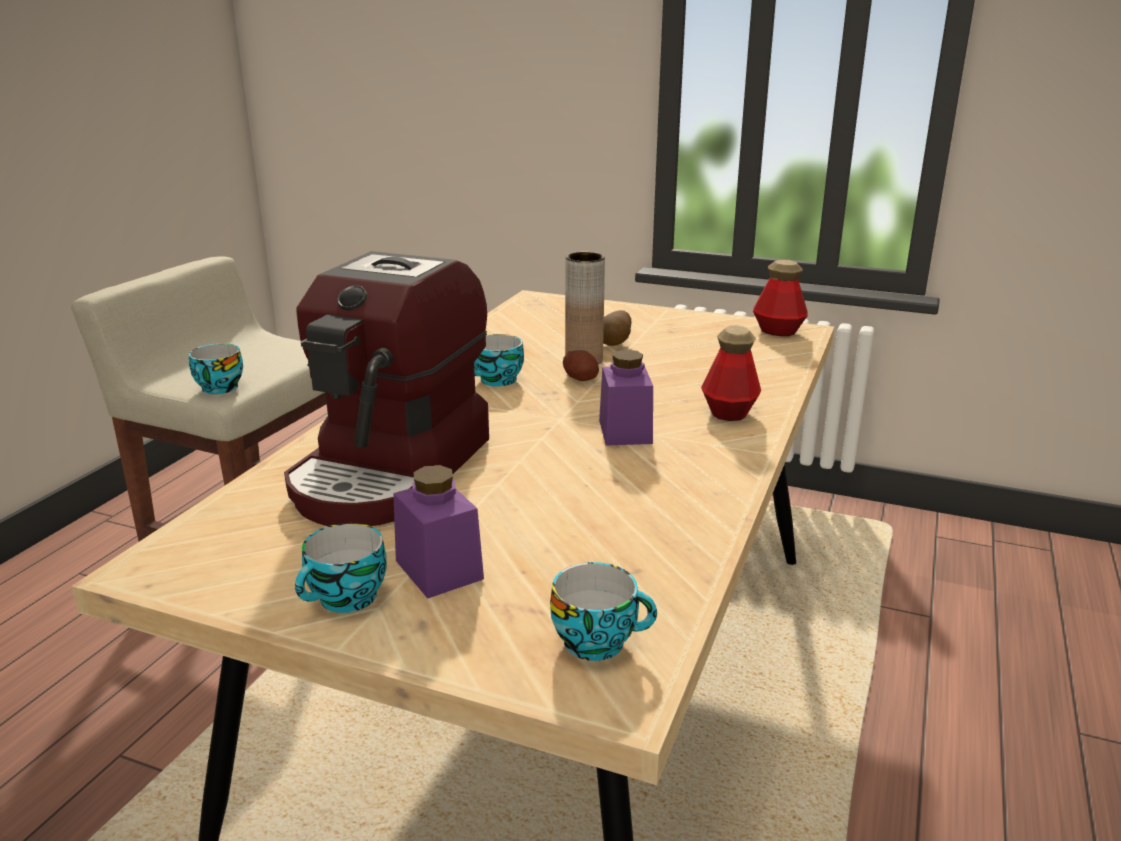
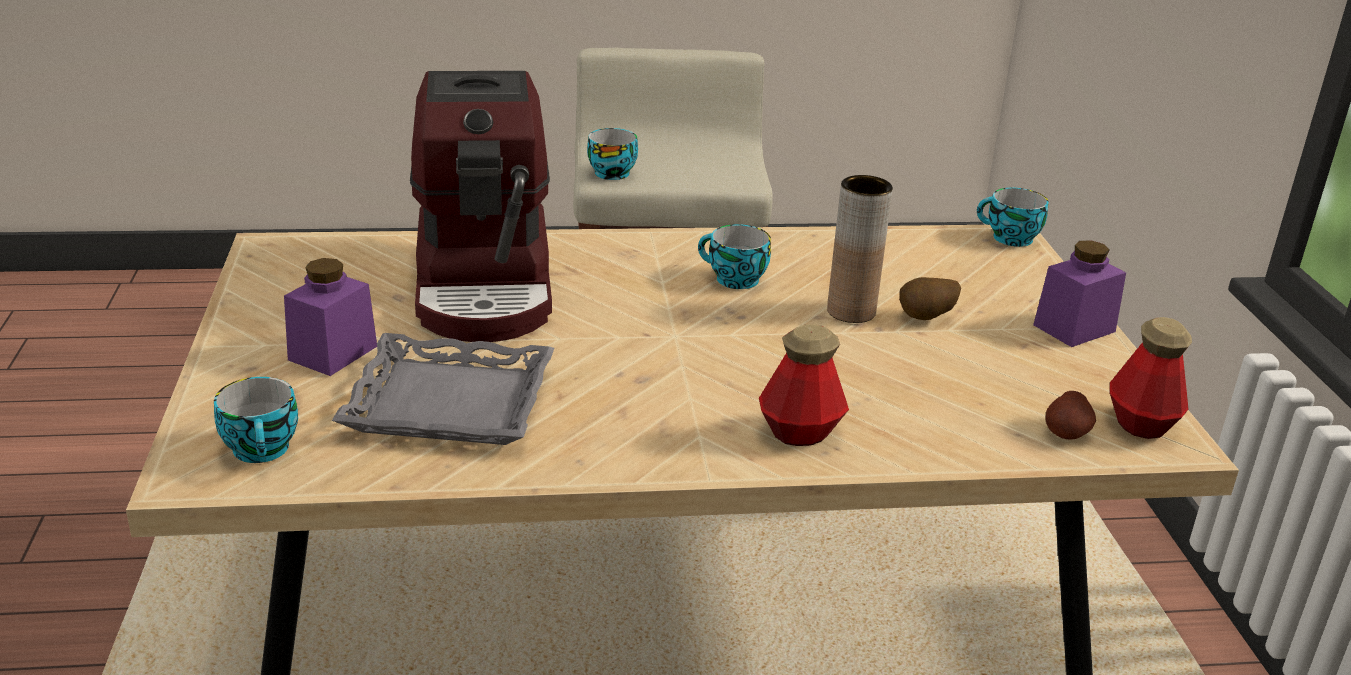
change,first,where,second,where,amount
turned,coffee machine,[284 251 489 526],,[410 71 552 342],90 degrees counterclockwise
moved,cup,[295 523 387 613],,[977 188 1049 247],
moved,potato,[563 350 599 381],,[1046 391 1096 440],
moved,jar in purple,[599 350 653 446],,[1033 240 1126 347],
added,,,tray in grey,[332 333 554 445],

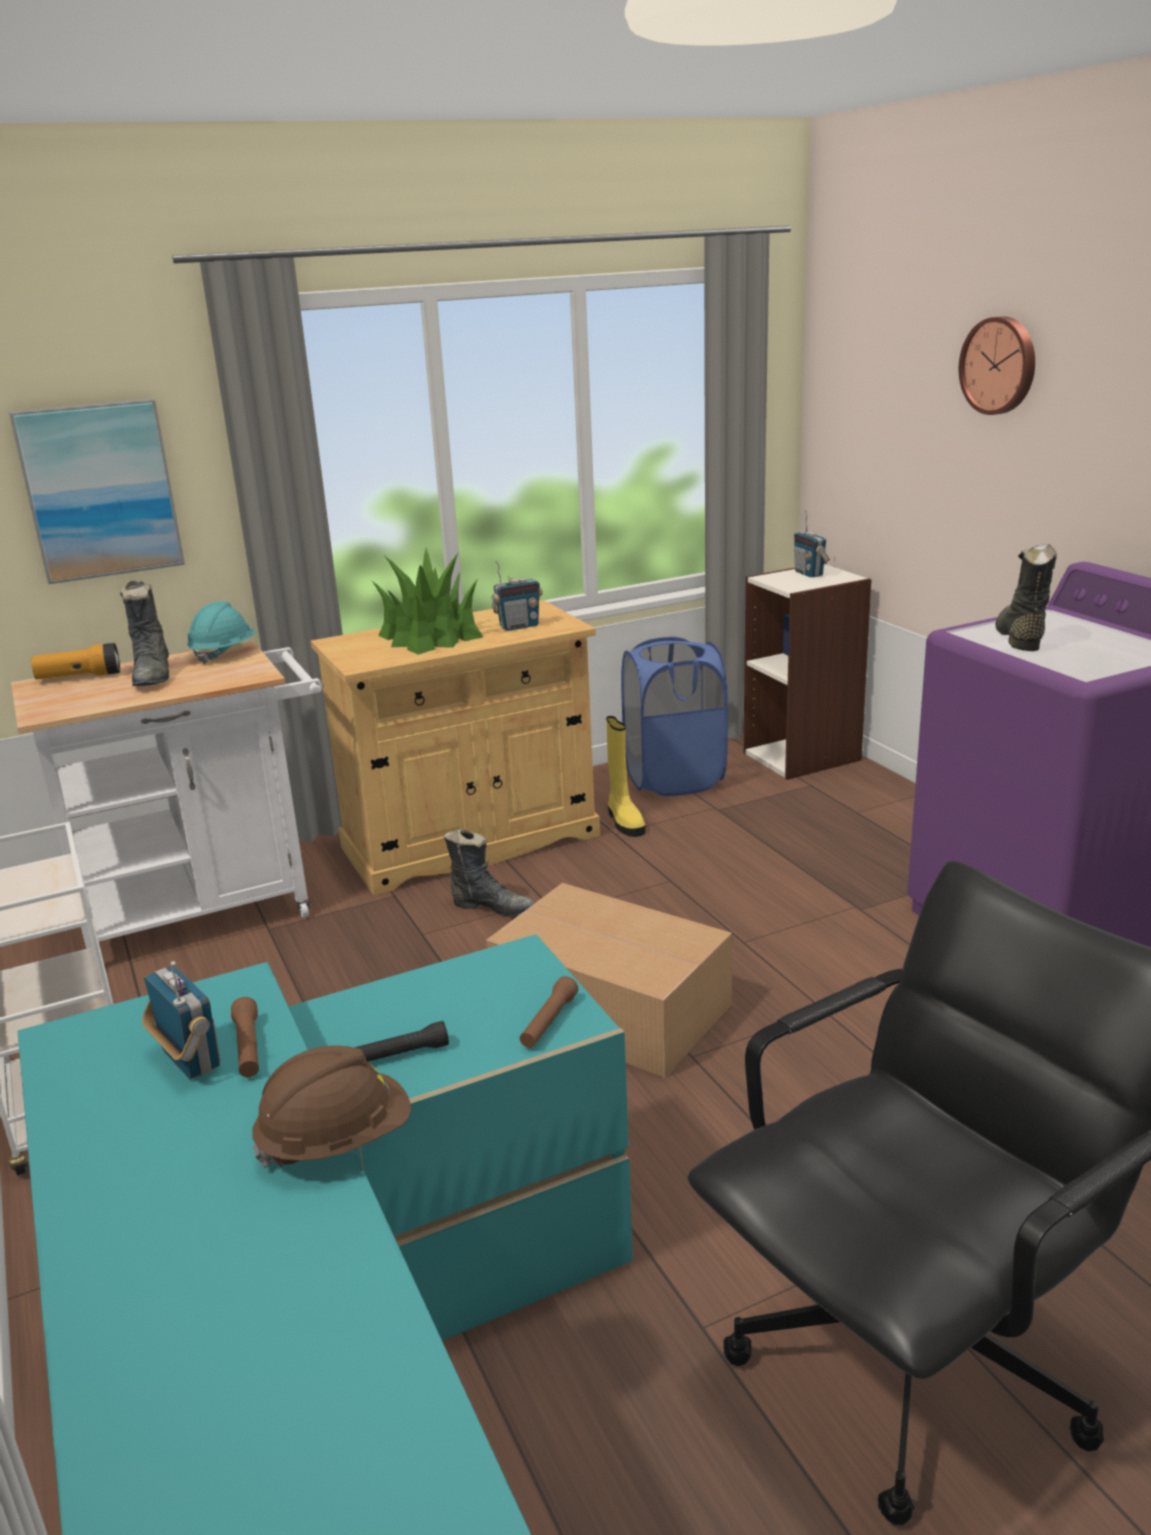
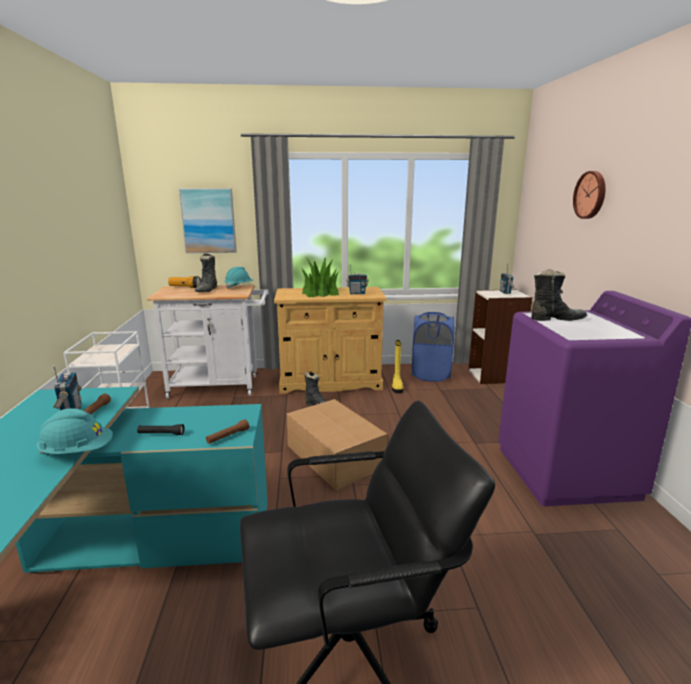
change,first,where,second,where,amount
recoloured,hard hat in brown,[252 1045 411 1169],hard hat in turquoise,[37 408 113 455],
turned,boot in black,[996 544 1057 651],,[531 269 587 321],60 degrees clockwise

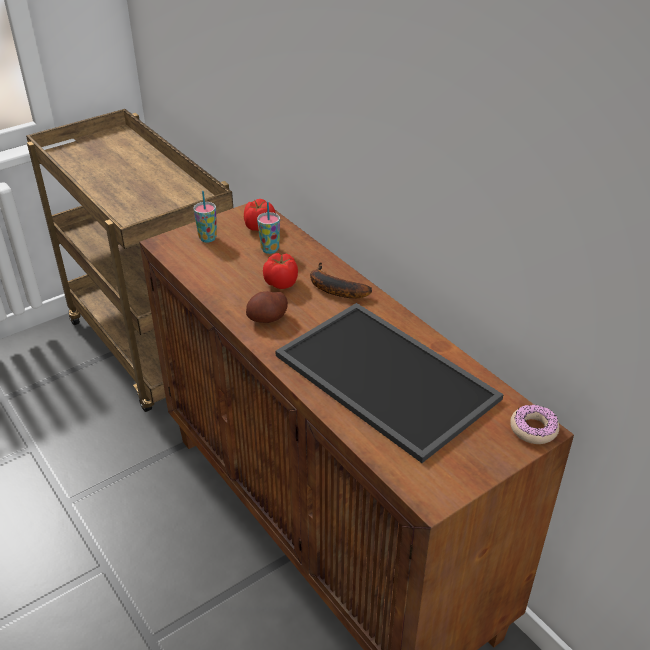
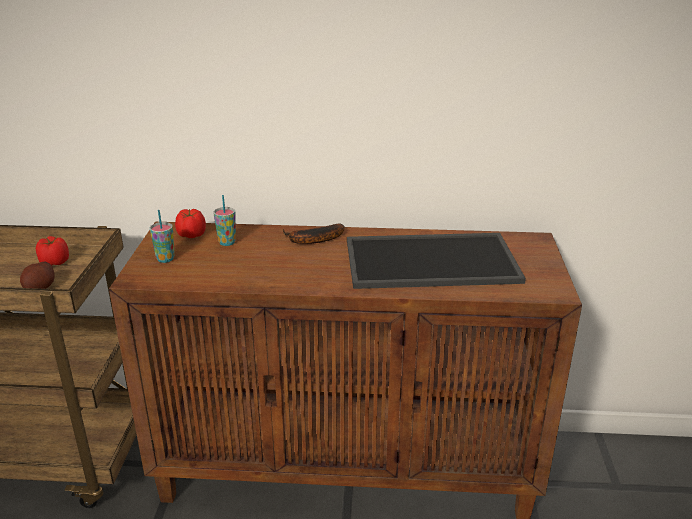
change,first,where,second,where,amount
moved,potato,[246 291 288 323],,[20 262 55 289],
moved,tomato,[263 253 298 289],,[36 236 69 265],
removed,donut,[510 404 560 444],,,

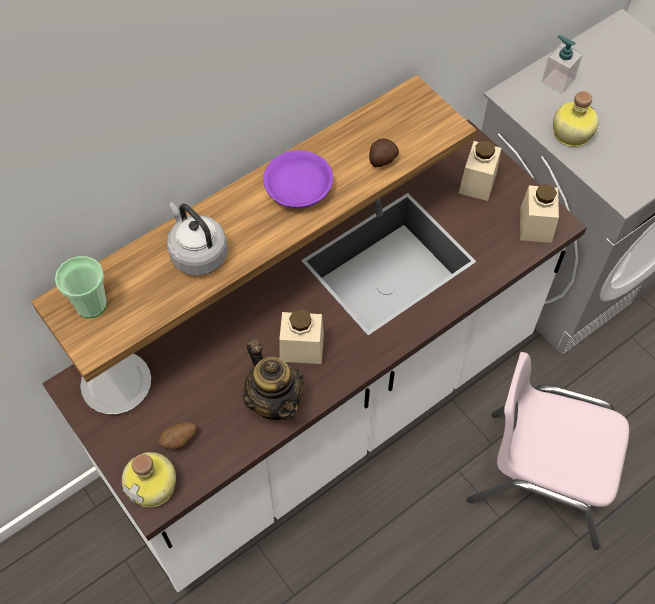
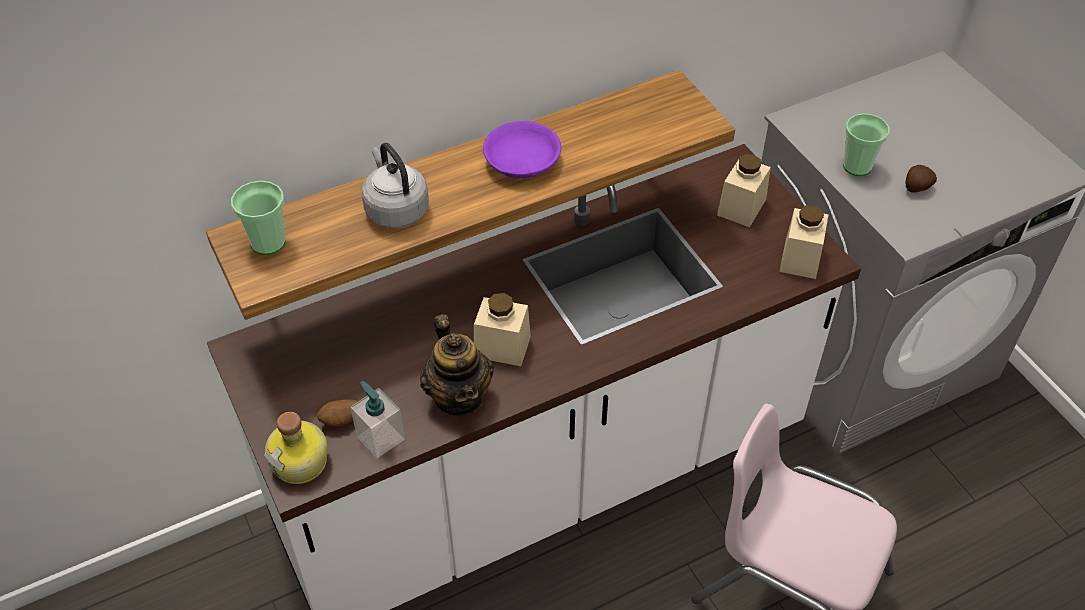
change,first,where,second,where,amount
removed,plate,[80 353 151 414],,,
moved,potato,[369 138 399 167],,[906 165 937 193],
moved,soap dispenser,[541 35 583 94],,[350 381 405 458],
replaced,bottle,[553 91 599 147],cup,[843 114 890 176],

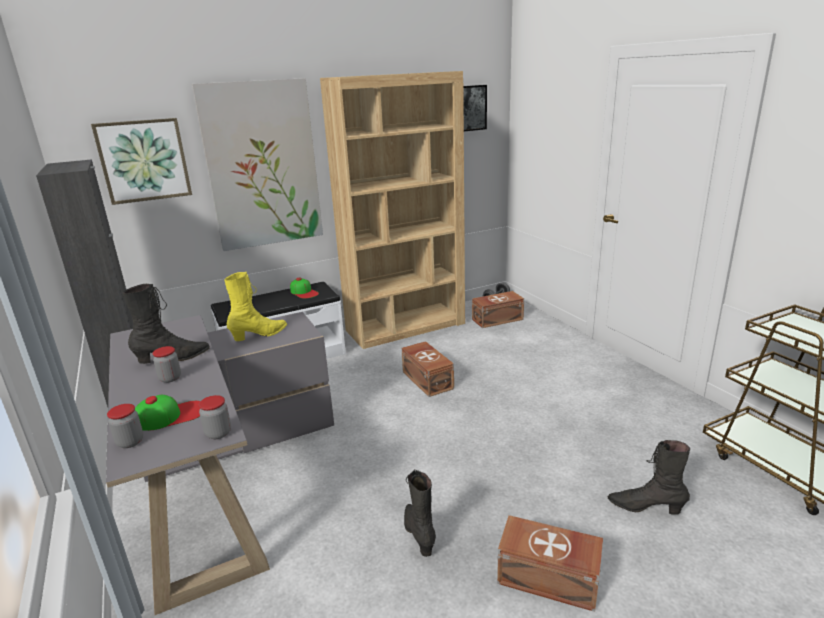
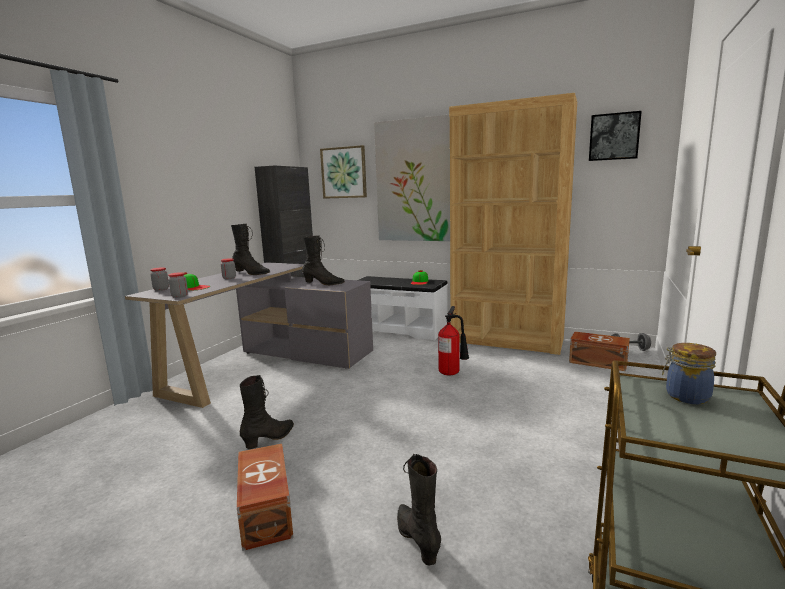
change,first,where,second,where,amount
recoloured,boot in yellow,[224 272 287 341],boot in black,[302 236 345 285],
replaced,storage box in brown,[401 341 454 397],fire extinguisher,[438 306 469 375],
added,,,jar,[662 343 716 404],

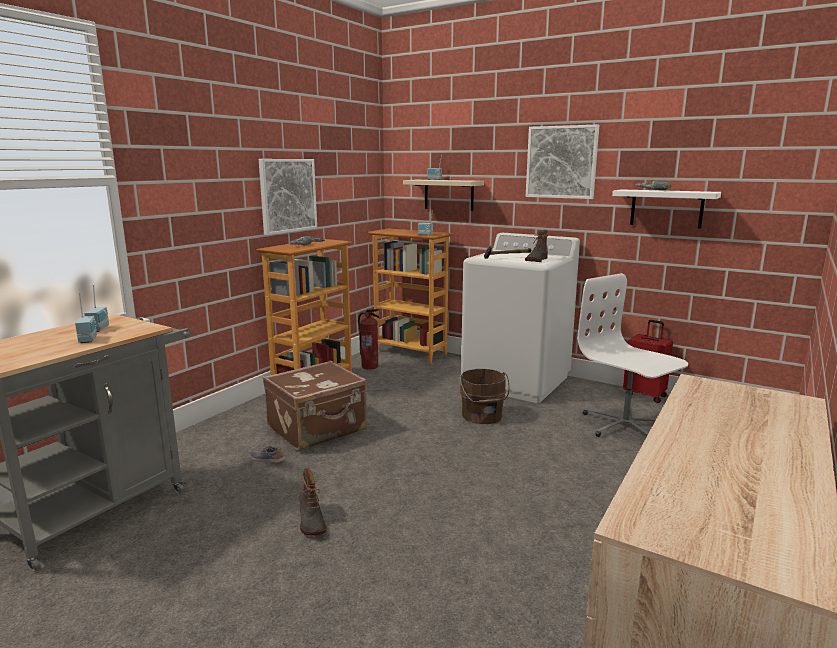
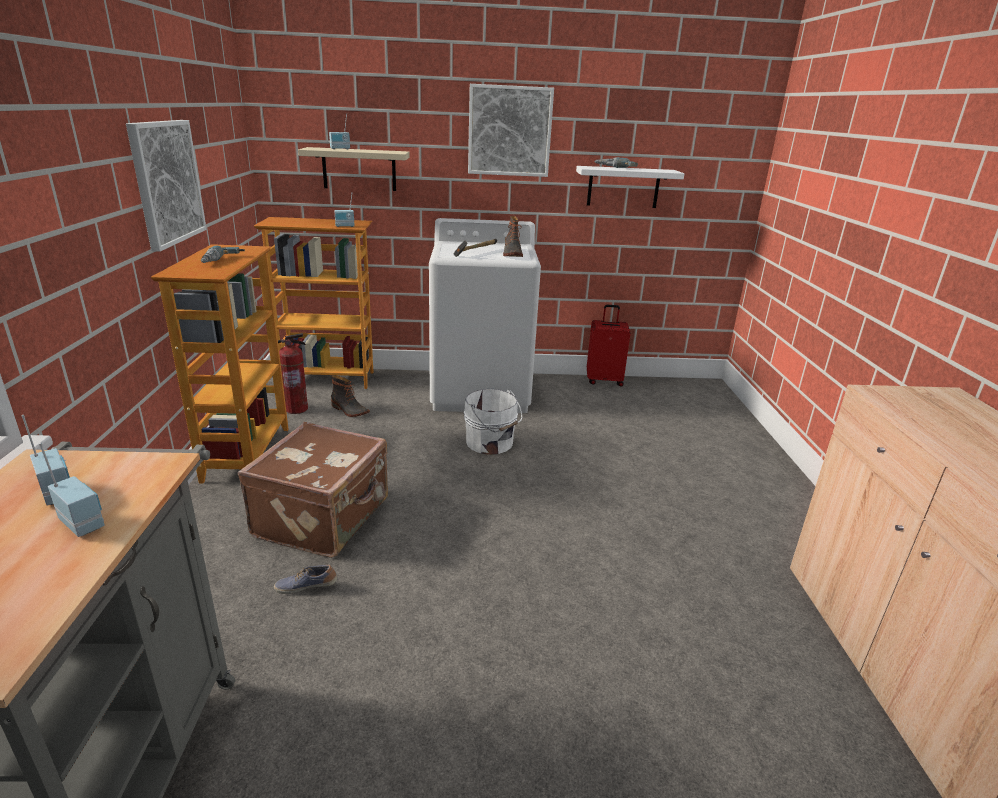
change,first,where,second,where,amount
moved,boot,[299 468 327 535],,[331 375 370 417],
recoloured,bucket in brown,[460 369 510 424],bucket in white,[464 389 522 455],
removed,office chair in white,[578 273 688 437],,,

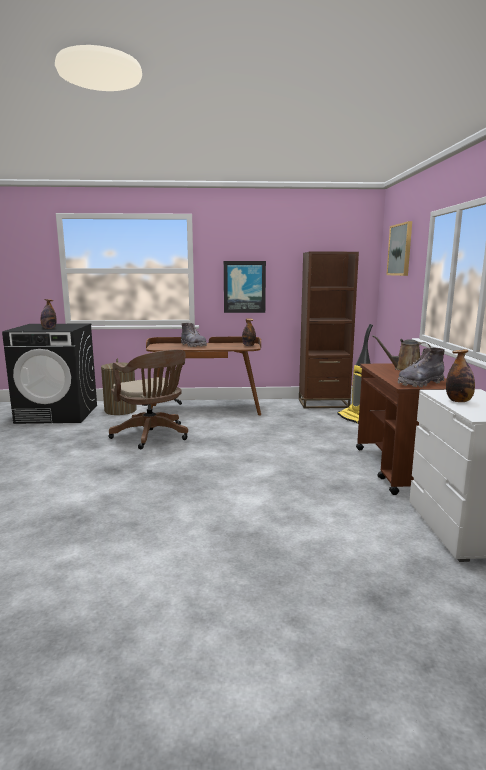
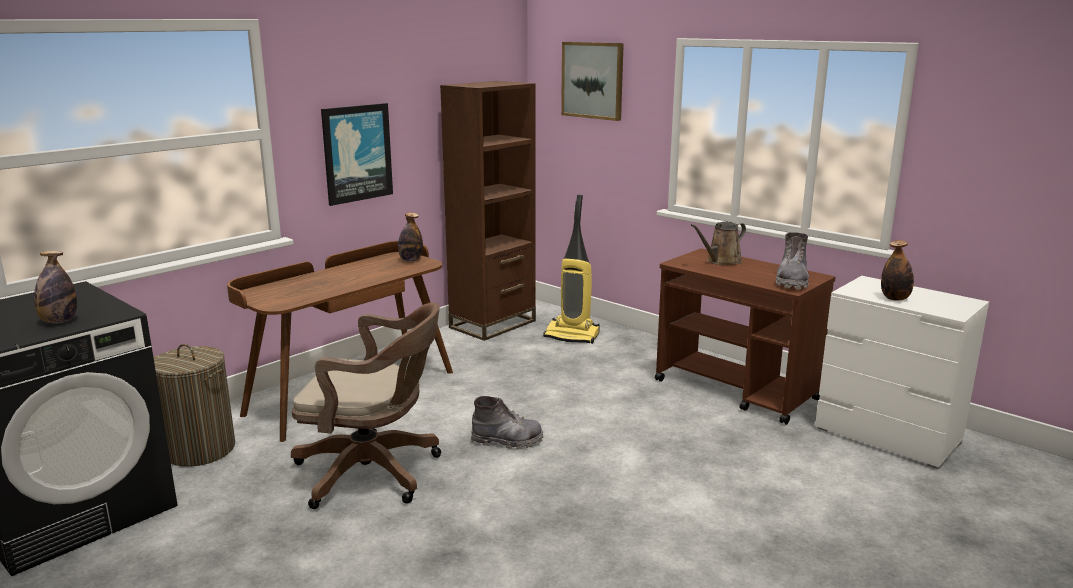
change,first,where,second,where,amount
moved,boot in grey,[181 323 207 347],,[471 396 544 450],

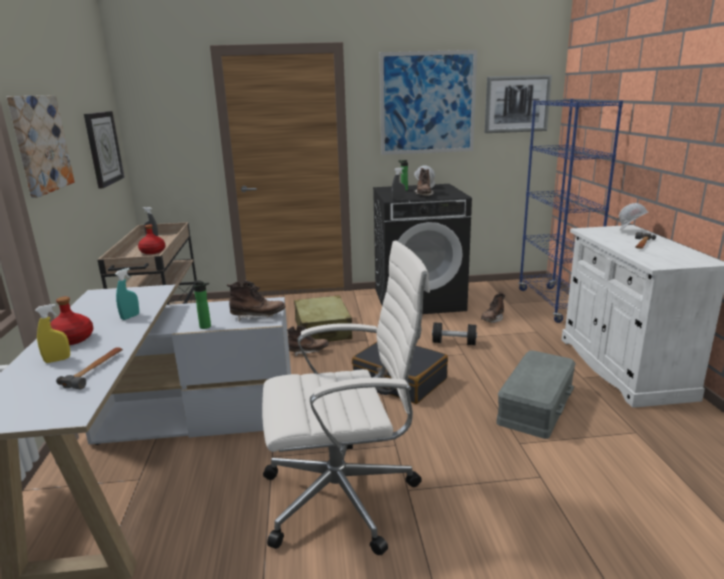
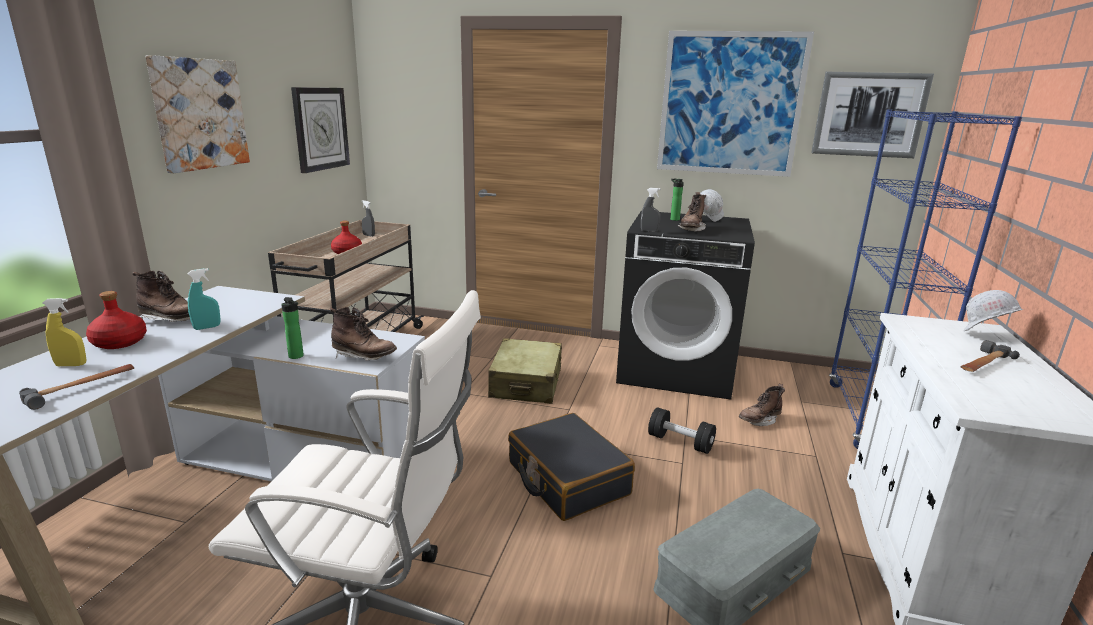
change,first,where,second,where,amount
moved,boot in brown,[287 325 329 357],,[132 271 190 322],

